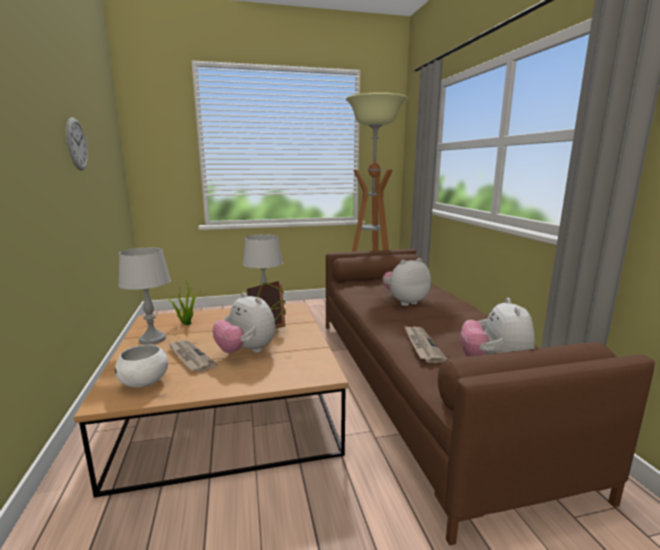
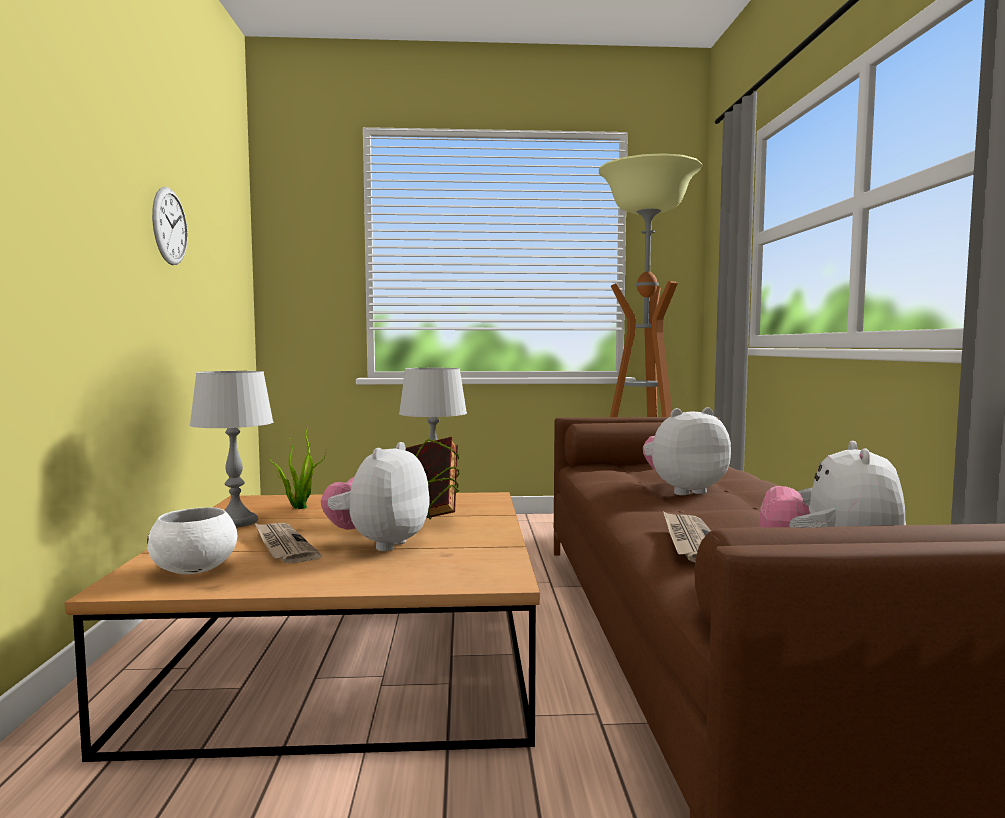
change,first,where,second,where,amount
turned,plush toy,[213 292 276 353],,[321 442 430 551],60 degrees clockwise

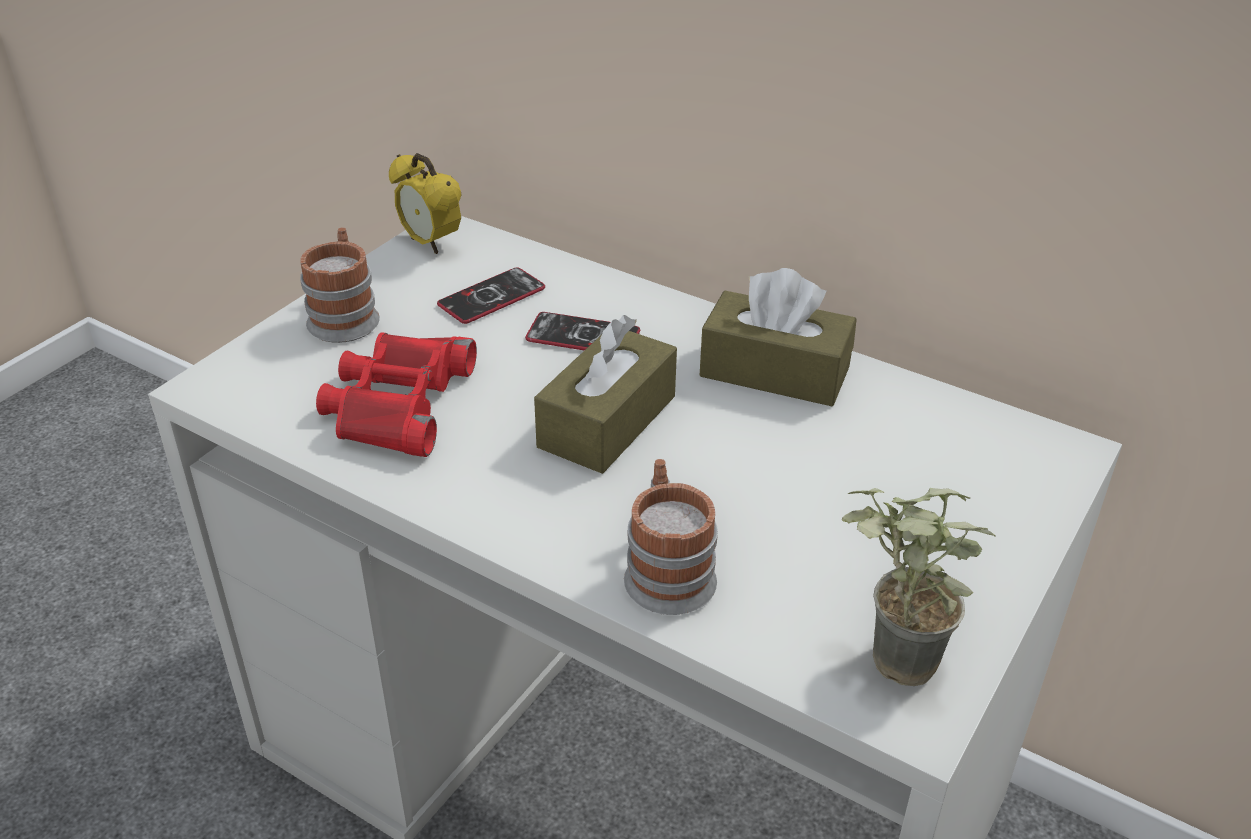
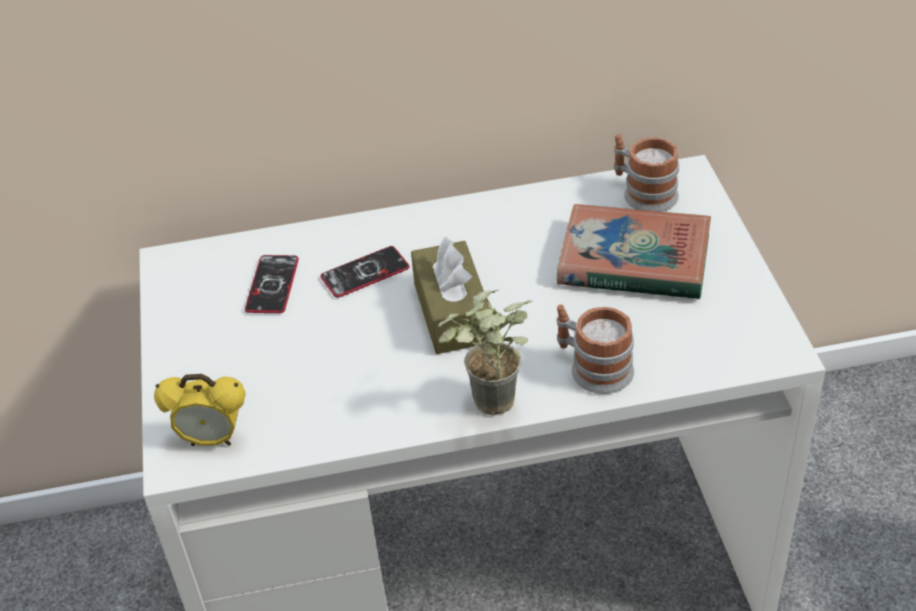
change,first,where,second,where,amount
moved,mug,[300 227 380 343],,[614 134 679 212],
removed,binoculars in red,[316 332 477 457],,,
moved,alarm clock,[389 153 462 254],,[154 374 245 446],
removed,tissue box in brown,[700 268 857 406],,,
moved,potted plant,[842 488 996 686],,[438 290 532 416],
added,,,book,[557 204 711 299],

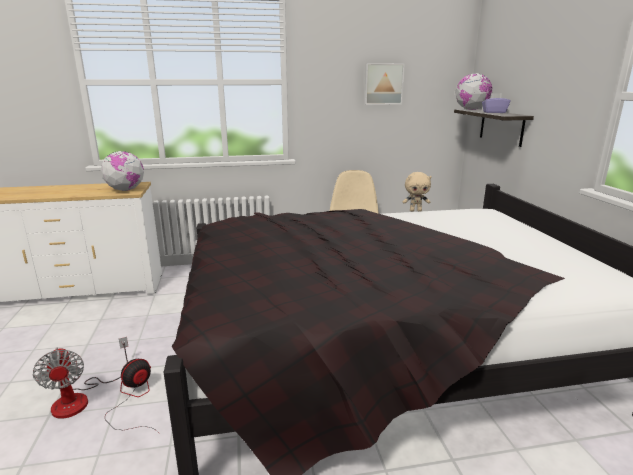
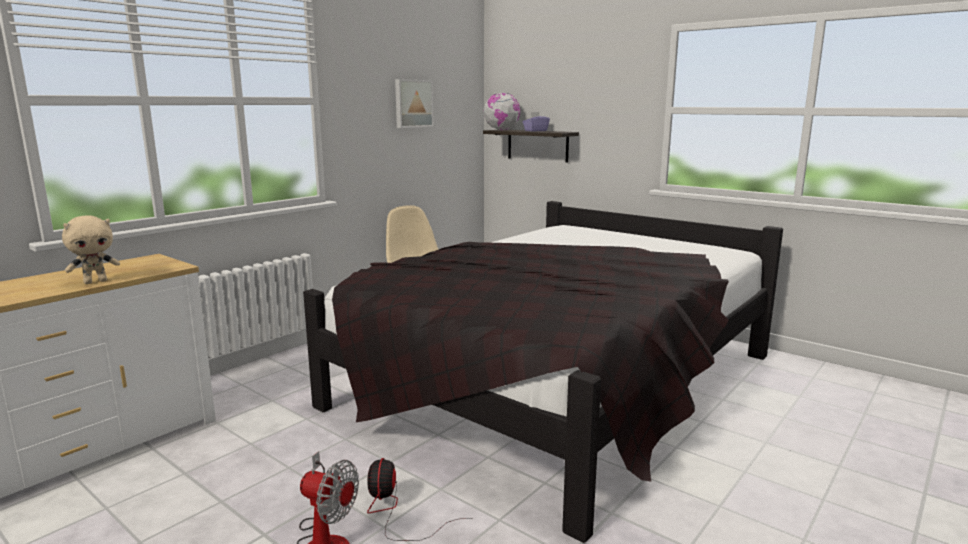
change,first,where,second,where,amount
removed,globe,[101 151 144 191],,,
moved,plush toy in beige,[403 172 432 211],,[62 215 120 284],

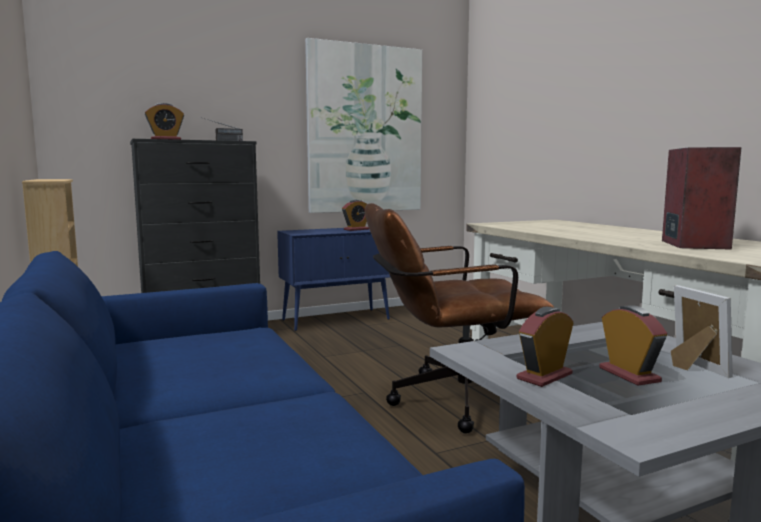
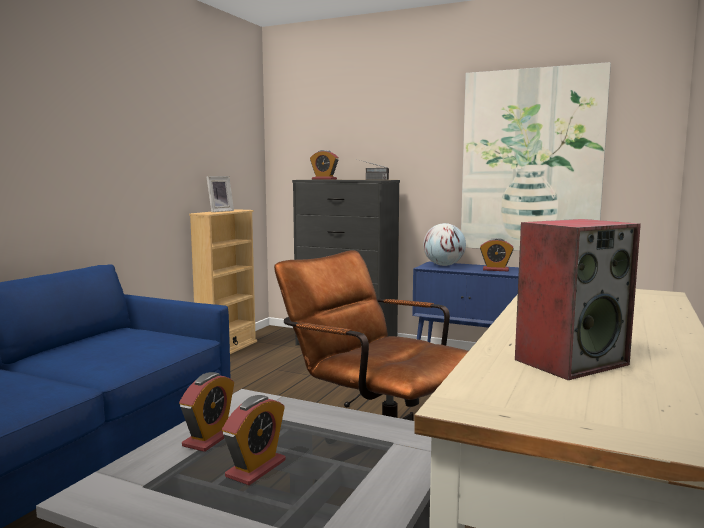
change,first,where,second,where,amount
turned,alarm clock,[517 307 573 387],,[179 372 234 452],105 degrees clockwise
moved,picture frame,[671 285 733 378],,[206 176 234 212],
added,,,globe,[423 223 466 266],

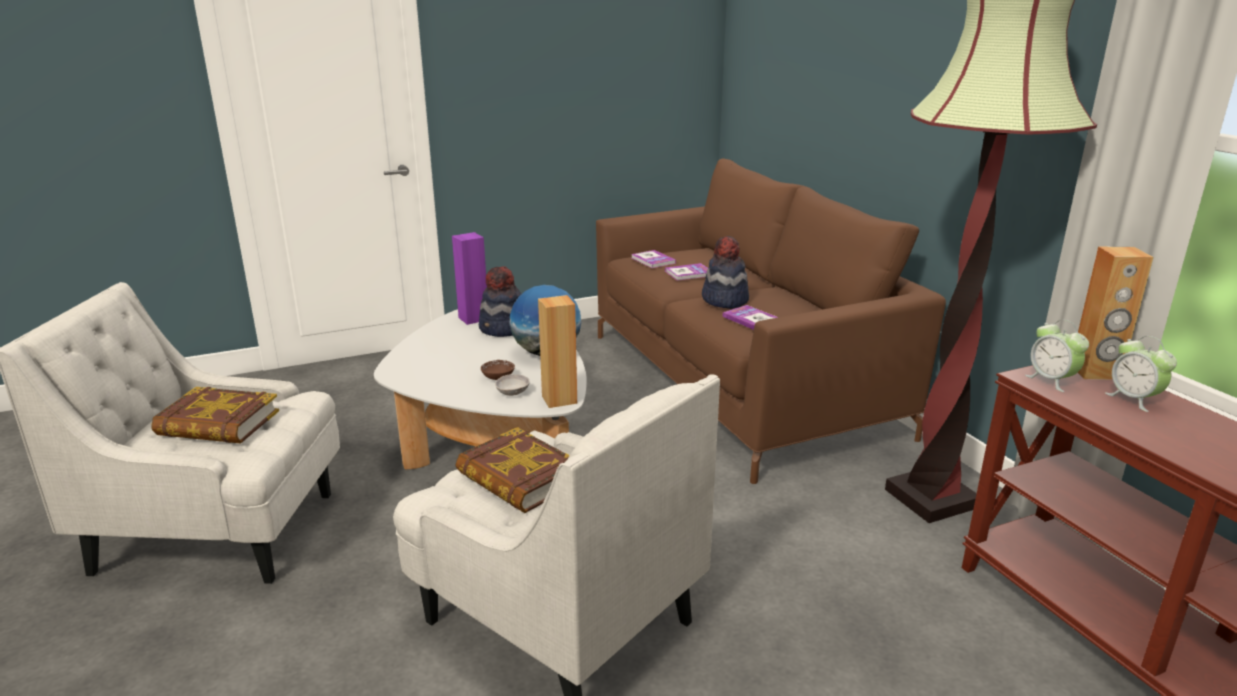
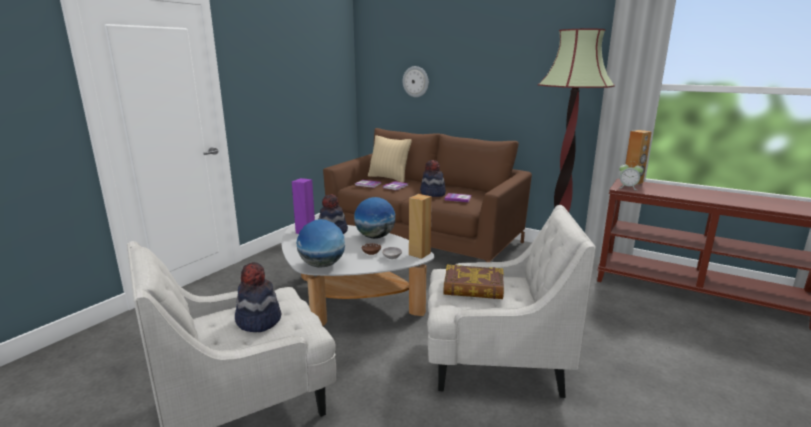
change,first,where,second,where,amount
replaced,book,[151 387 279 443],hat,[235 262 281 332],
removed,alarm clock,[1105 336 1177 412],,,
added,,,globe,[296 219 345 268],
added,,,pillow in beige,[368 135 412 183],
added,,,wall clock,[403 66 429 97],

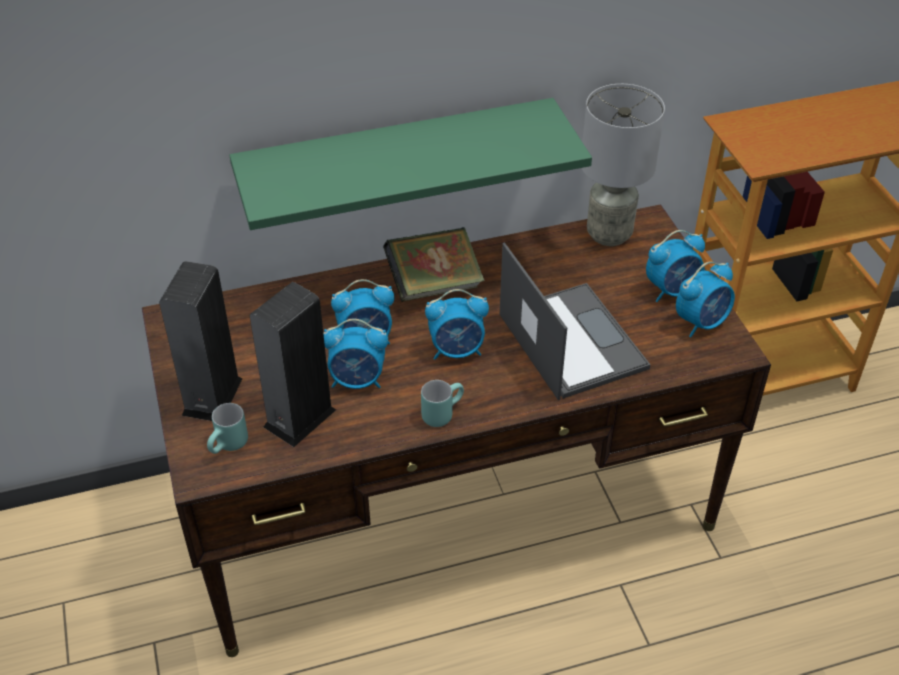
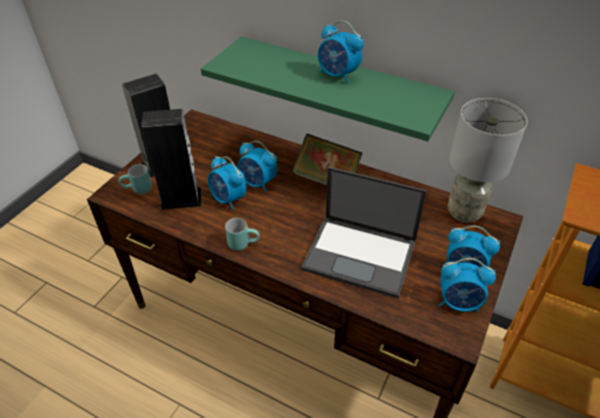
change,first,where,second,where,amount
moved,alarm clock,[425 289 489 360],,[318 21 364 84],
turned,laptop,[500 242 650 400],,[301 167 427 299],90 degrees clockwise

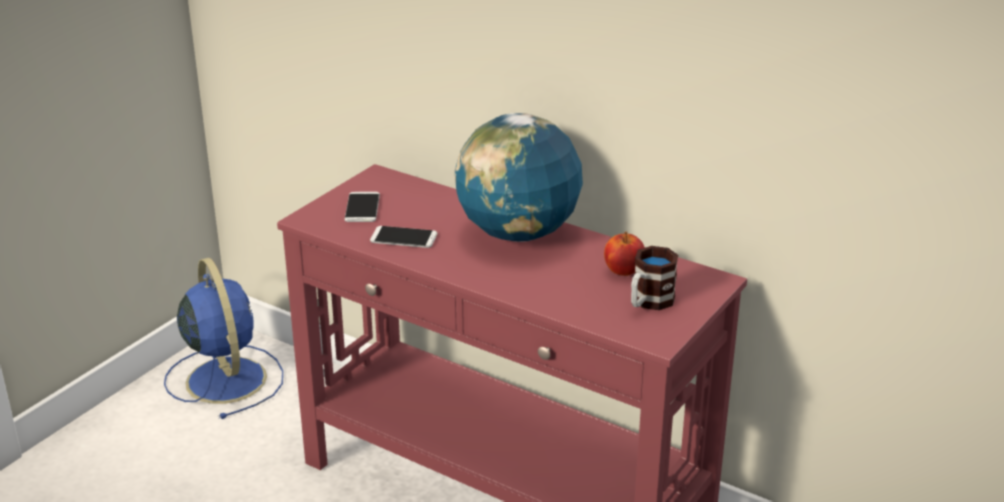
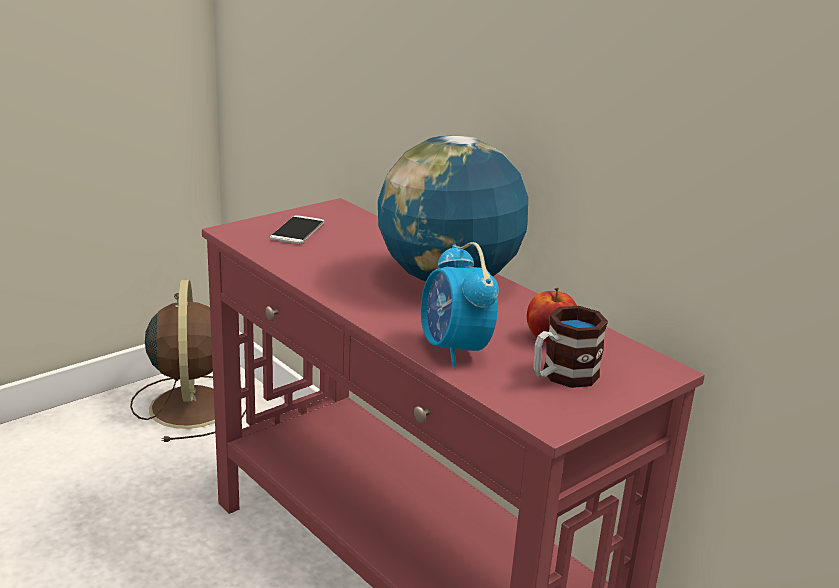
change,first,where,second,where,amount
recoloured,fan in blue,[164 258 283 419],fan in brown,[130 280 246 442],
removed,phone,[370 226 437 248],,,
added,,,alarm clock,[421 242 499 367],

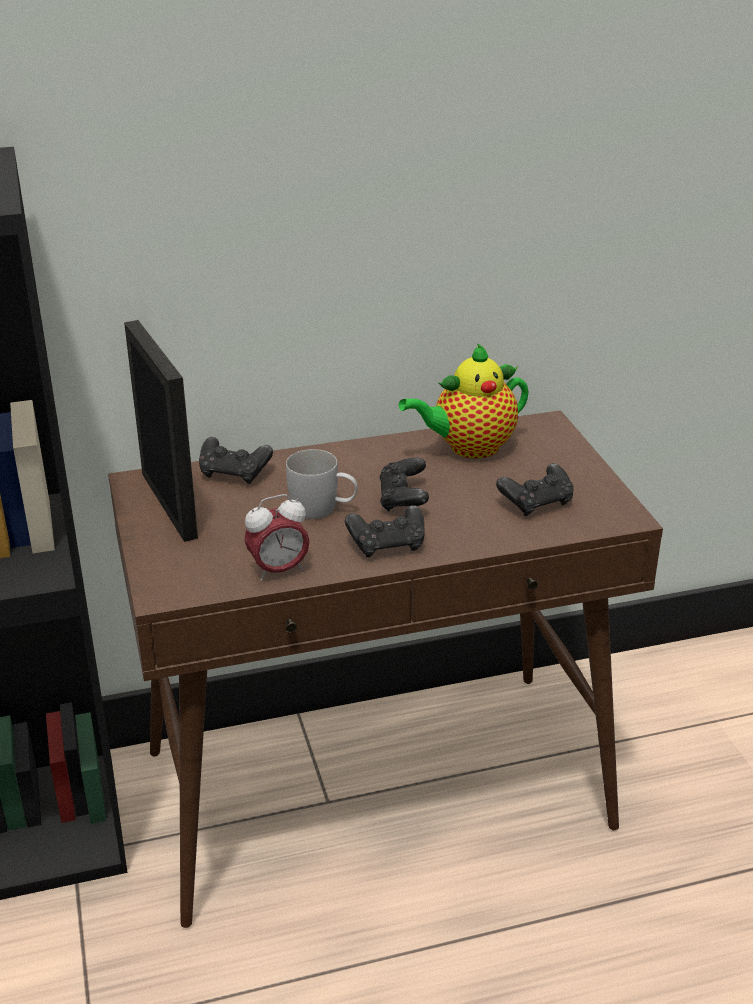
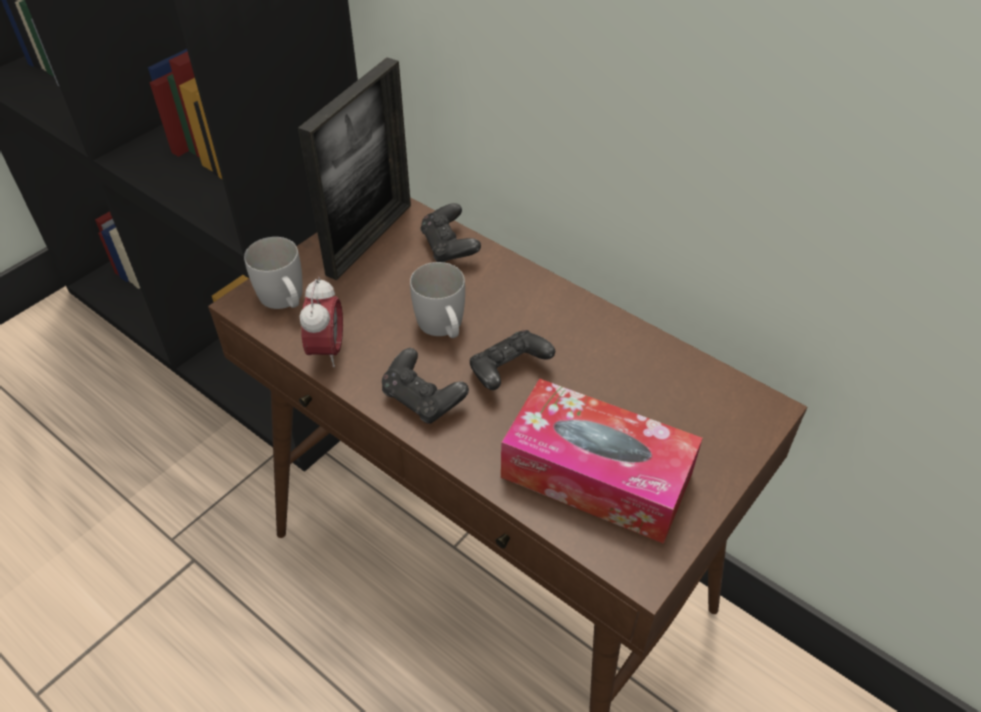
change,first,where,second,where,amount
turned,alarm clock,[245 494 310 581],,[300 277 343 367],120 degrees counterclockwise
removed,teapot,[399 343 529 459],,,
replaced,game controller in black,[496 463 574 516],tissue box,[501 379 703 544],
added,,,mug in white,[244 237 303 309],

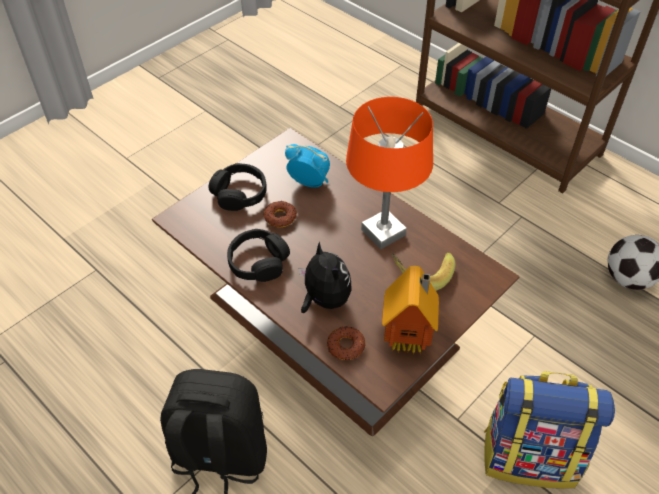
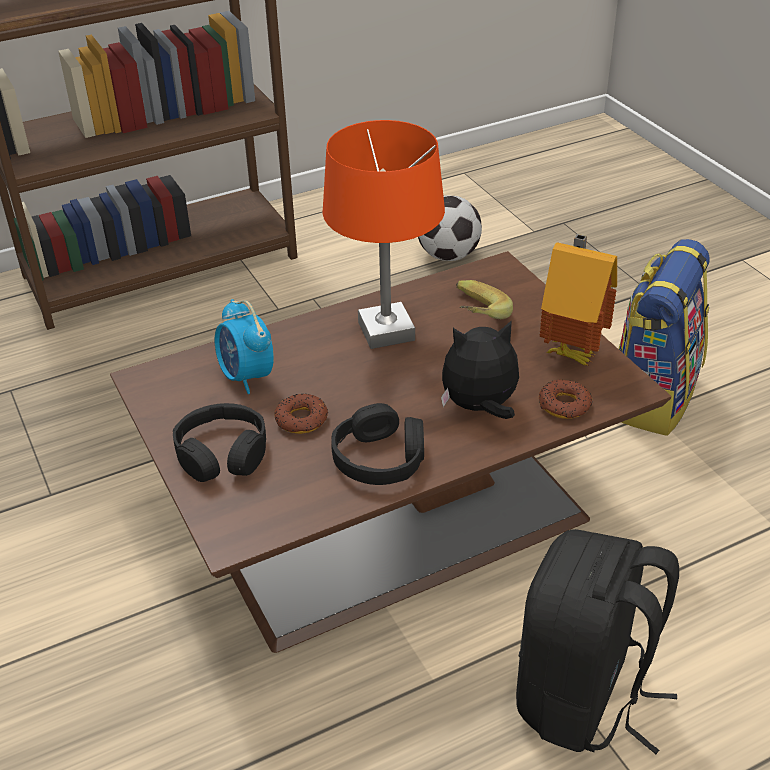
change,first,where,second,where,amount
turned,alarm clock,[285 144 330 188],,[215 299 274 394],75 degrees counterclockwise

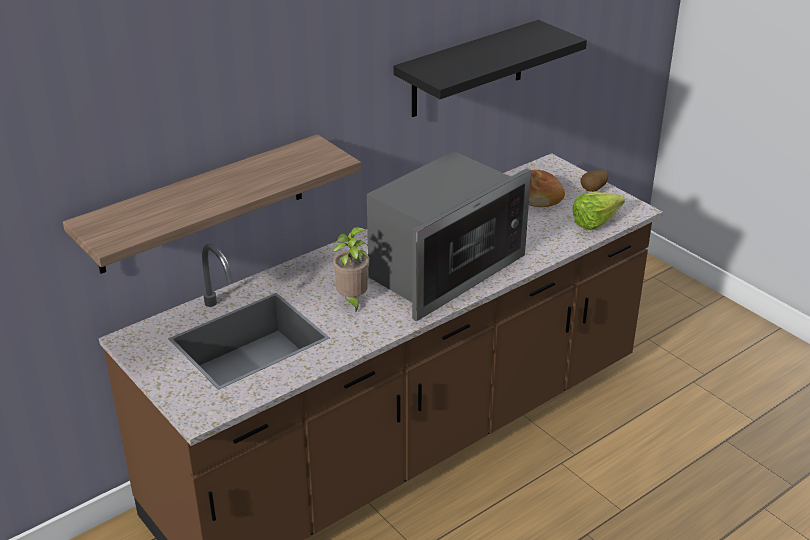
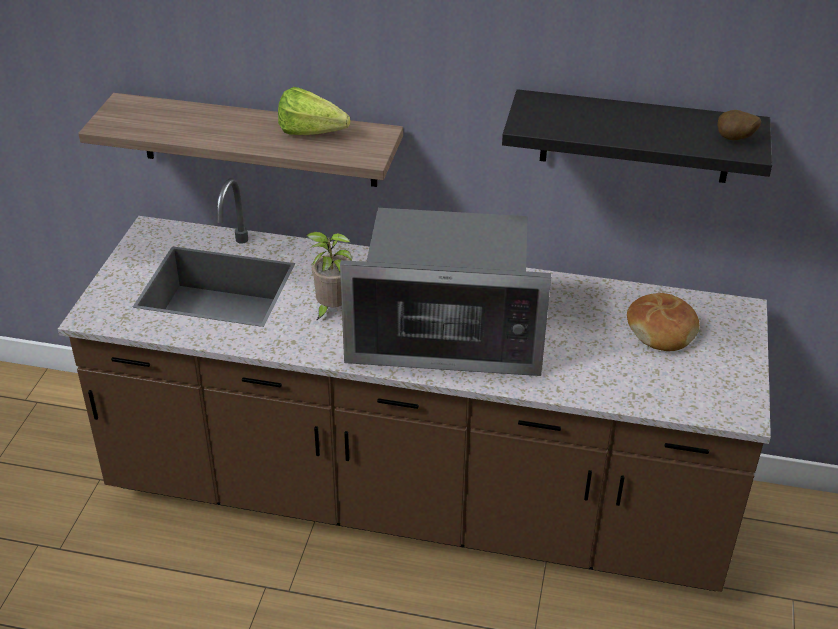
change,first,where,second,where,amount
moved,lettuce,[573 192 625 230],,[278 87 350 135],
moved,potato,[580 170 608 192],,[717 110 761 140],

